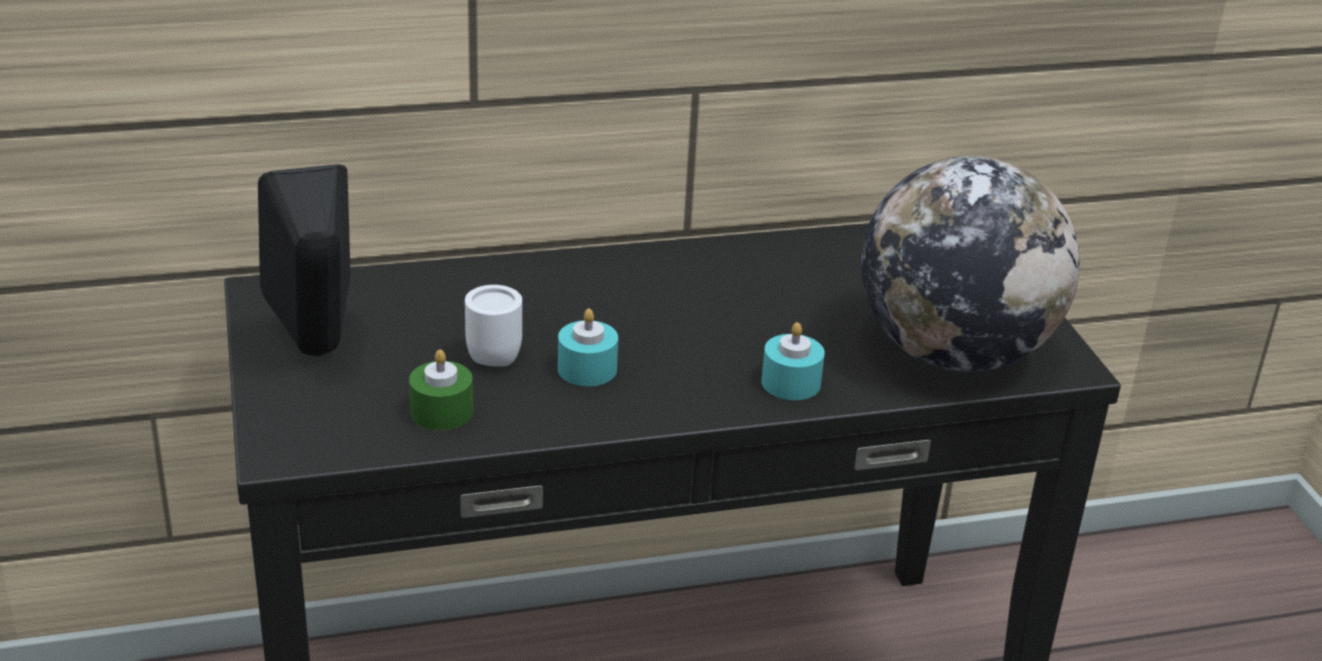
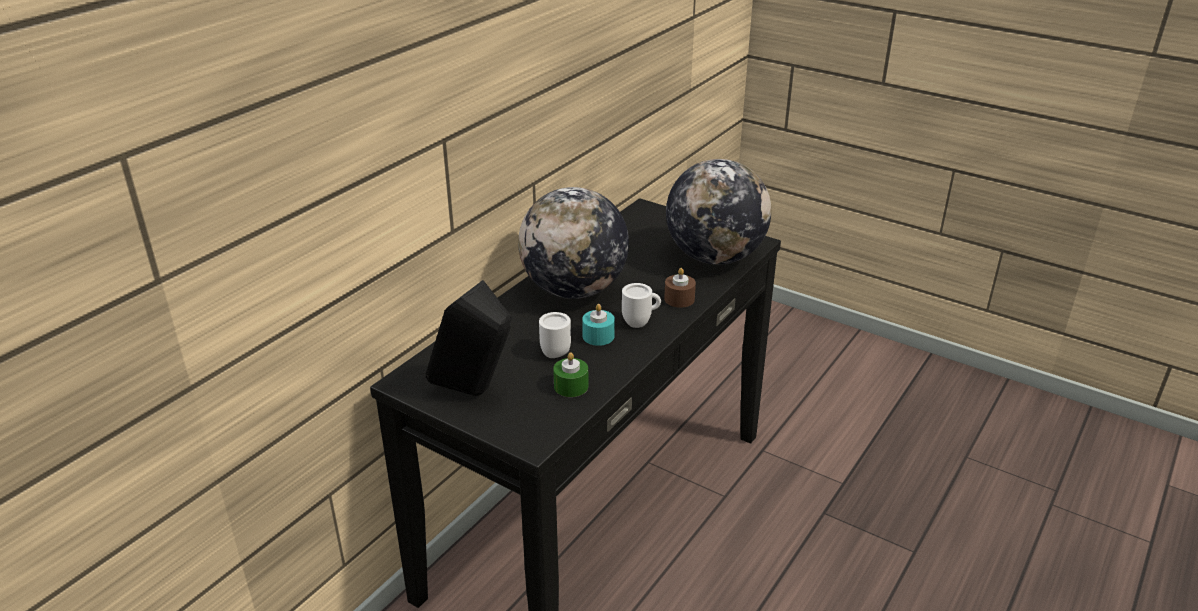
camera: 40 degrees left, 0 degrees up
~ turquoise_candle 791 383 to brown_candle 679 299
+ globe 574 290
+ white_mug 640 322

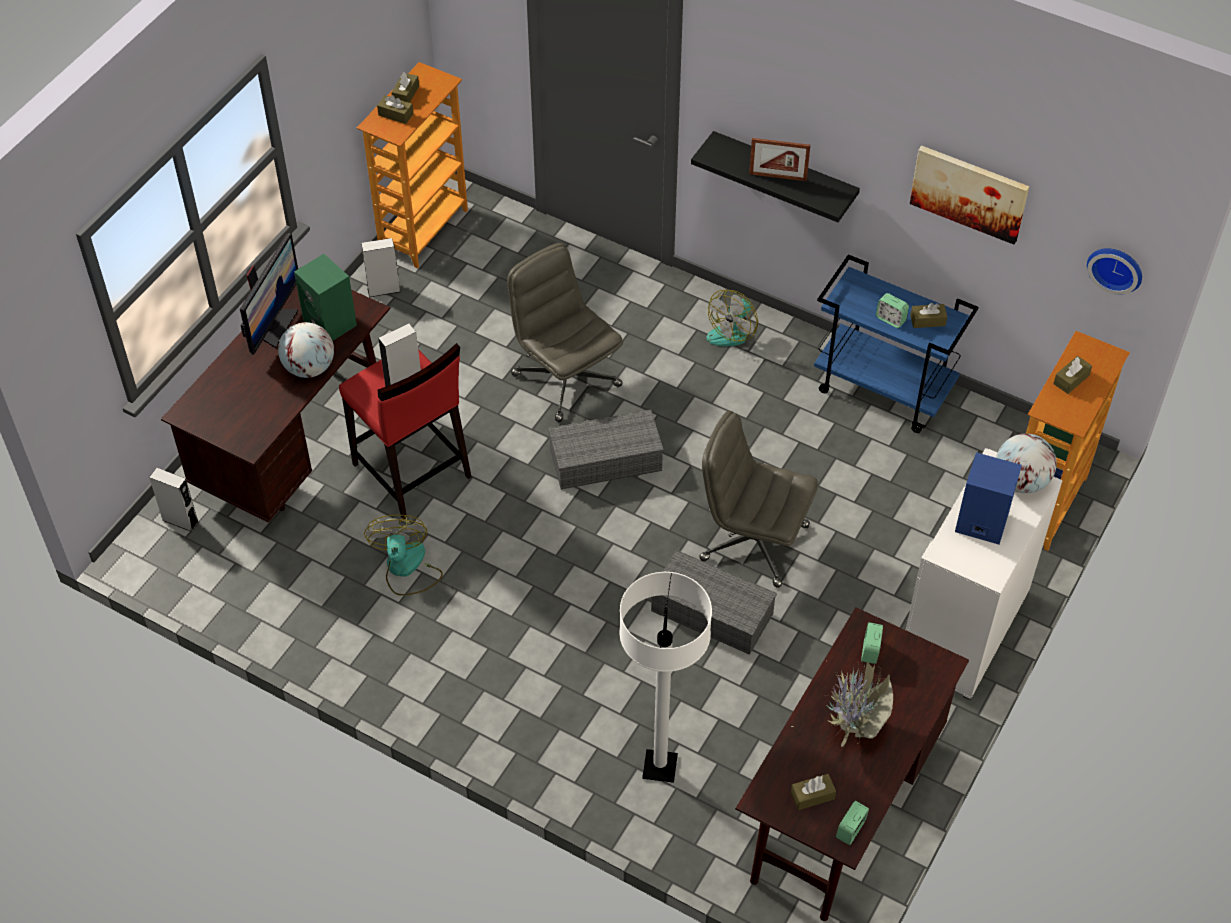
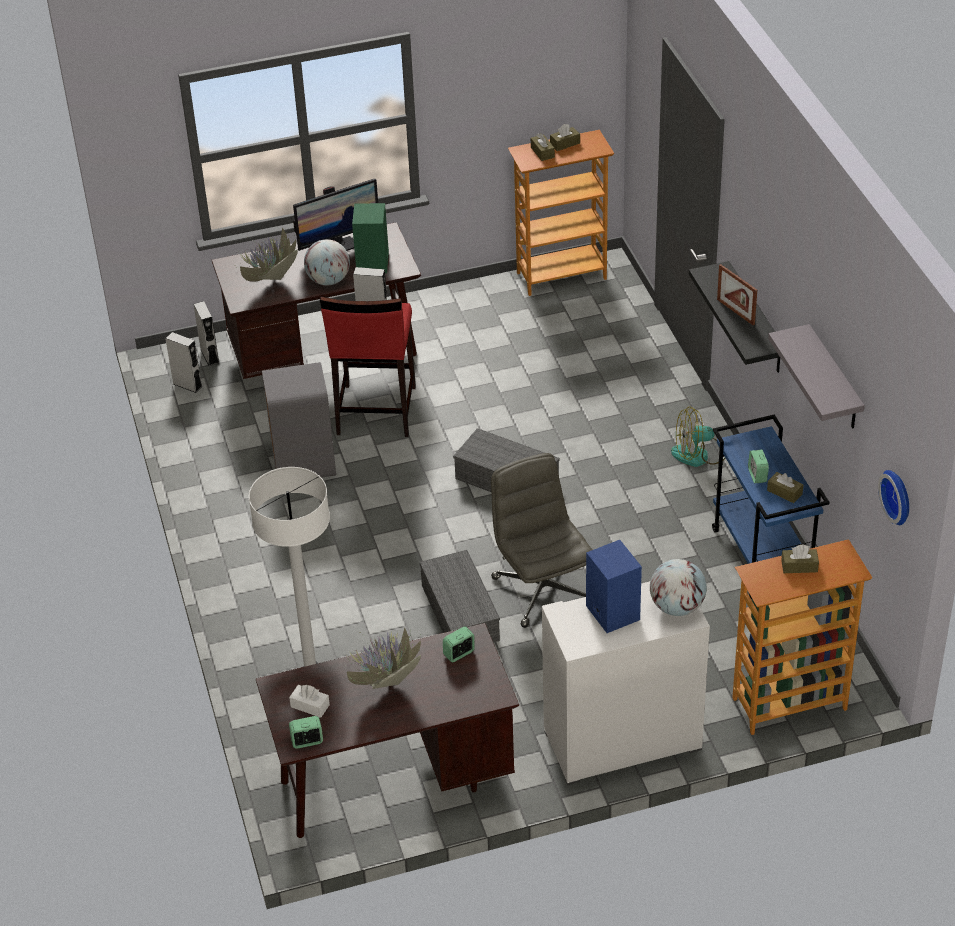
camera: 45 degrees right, 10 degrees down
~ grey_speaker 383 290 to 187 385
~ fan 406 568 to grey_trash_can 303 463
- grey_office_chair 565 379
~ brown_tissue_box 812 796 to white_tissue_box 310 706
~ picture 969 193 to grey_shelf 834 380
+ potted_plant 271 284

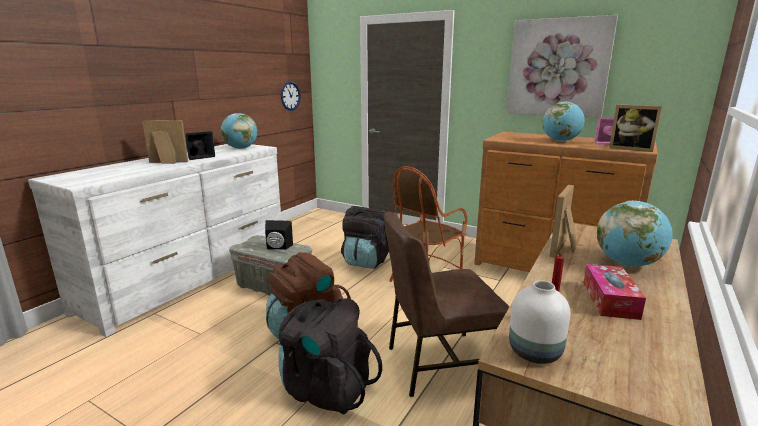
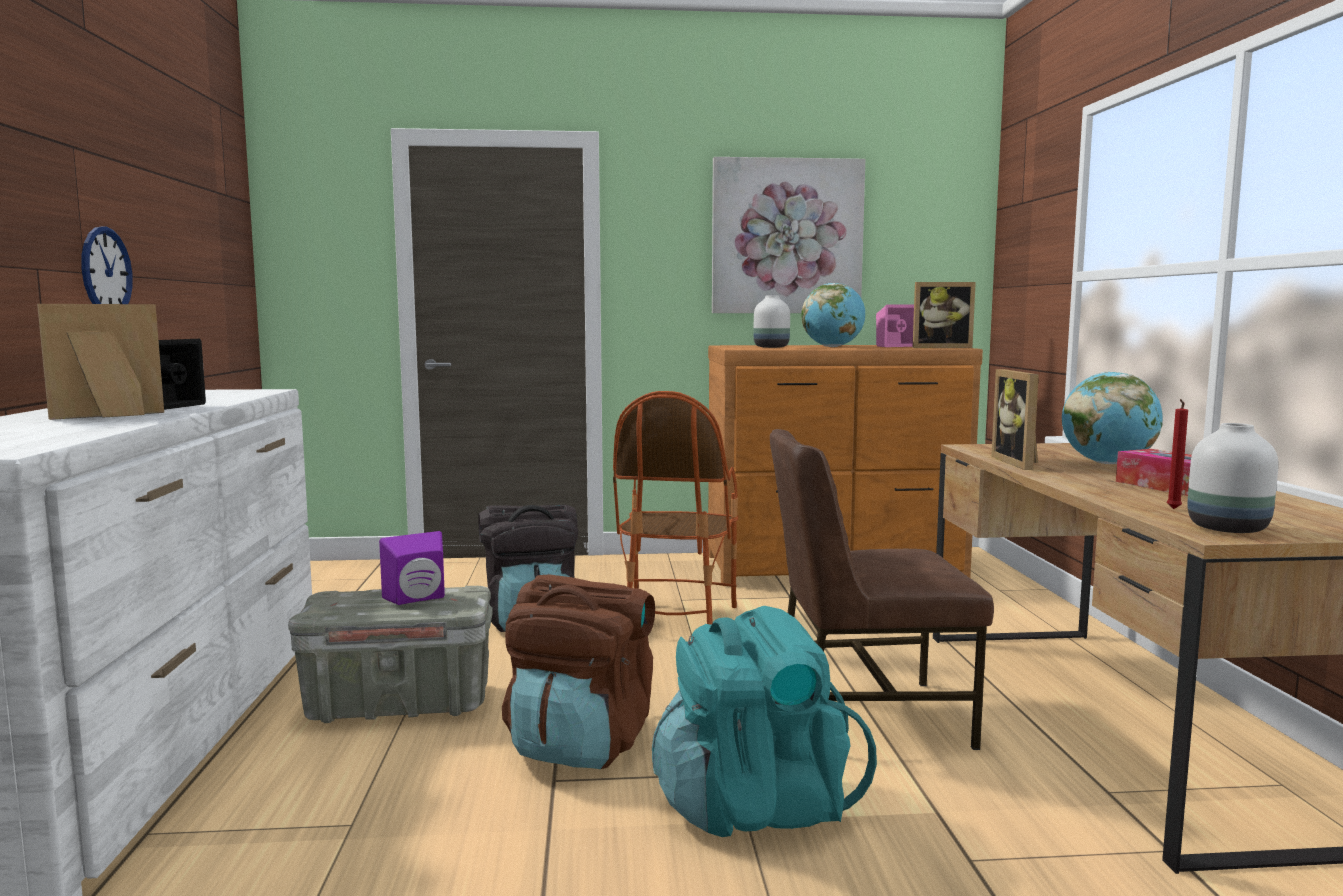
camera: 35 degrees left, 10 degrees down
- globe 241 148
~ black_speaker 278 248 to purple_speaker 418 599
~ black_backpack 326 388 to turquoise_backpack 754 805
~ wall_clock 290 96 to 106 272
~ brown_chair 438 363 = 866 716 45 degrees clockwise
+ white_vase 770 347

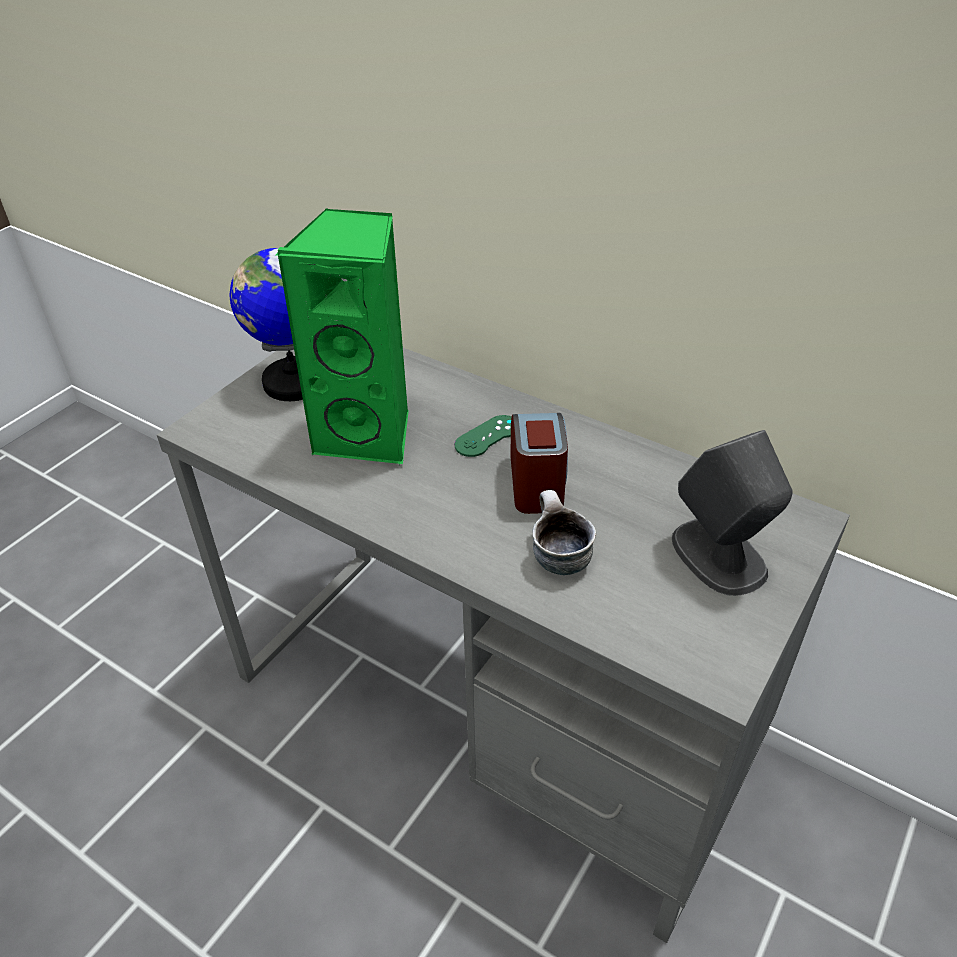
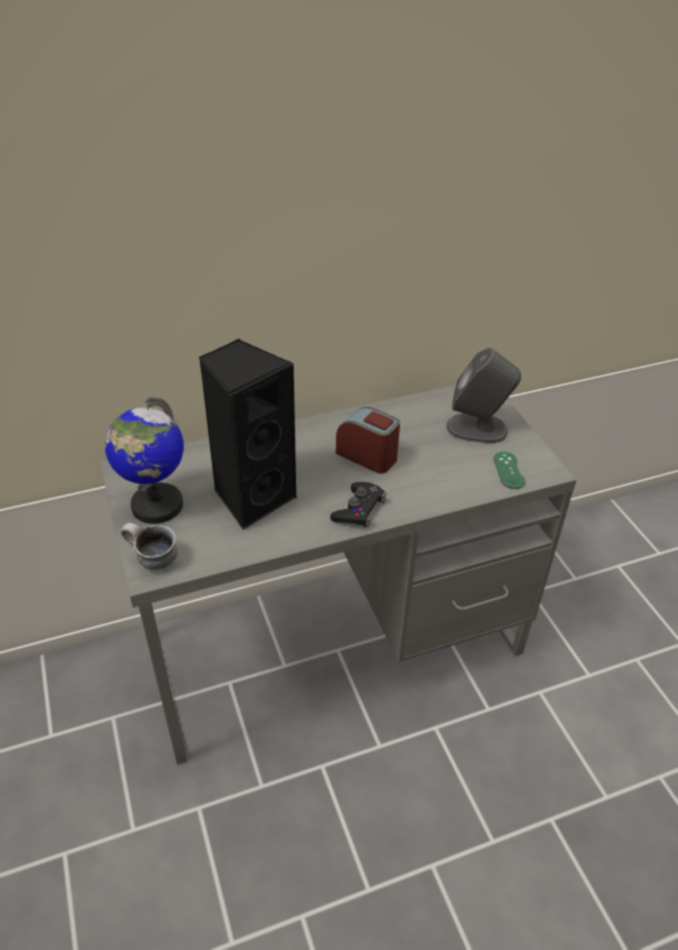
camera: 55 degrees left, 0 degrees up
~ green_speaker 369 434 to black_speaker 252 497
~ green_game_controller 487 436 to 508 470
~ mug 556 556 to 152 560
+ black_game_controller 359 509

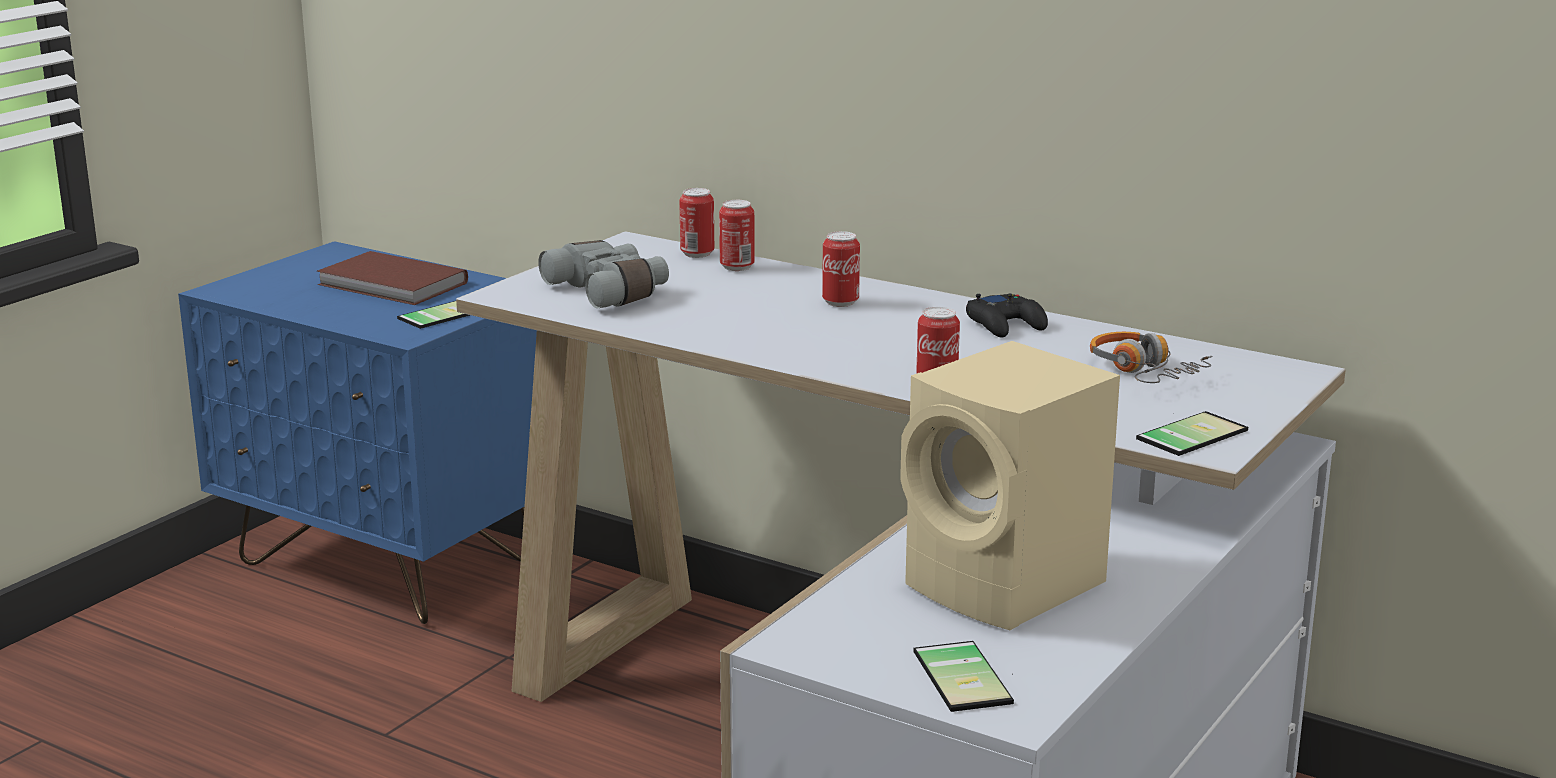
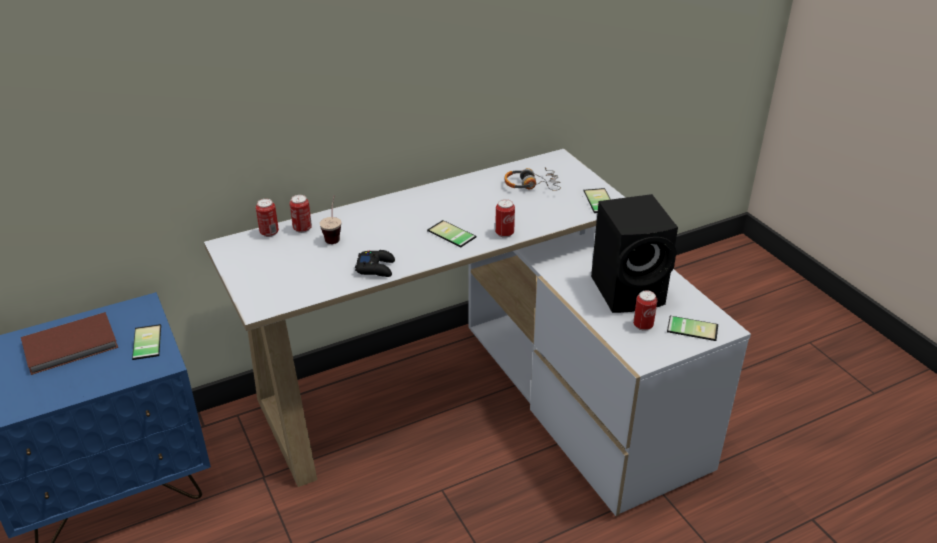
camera: 60 degrees left, 15 degrees up
- grey_binoculars 610 292
~ can 840 302 to 643 325
~ beige_speaker 1008 588 to black_speaker 630 291
~ black_game_controller 1006 325 to 376 268
+ cup 333 235
+ phone 449 235

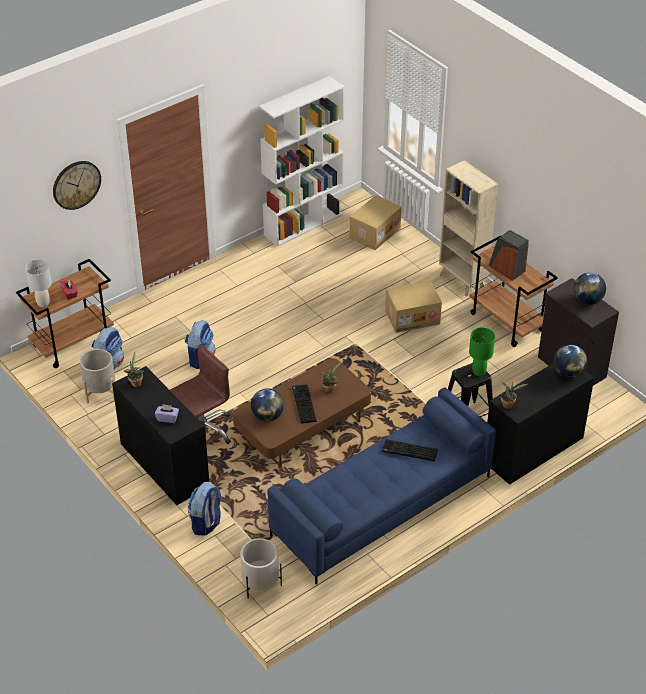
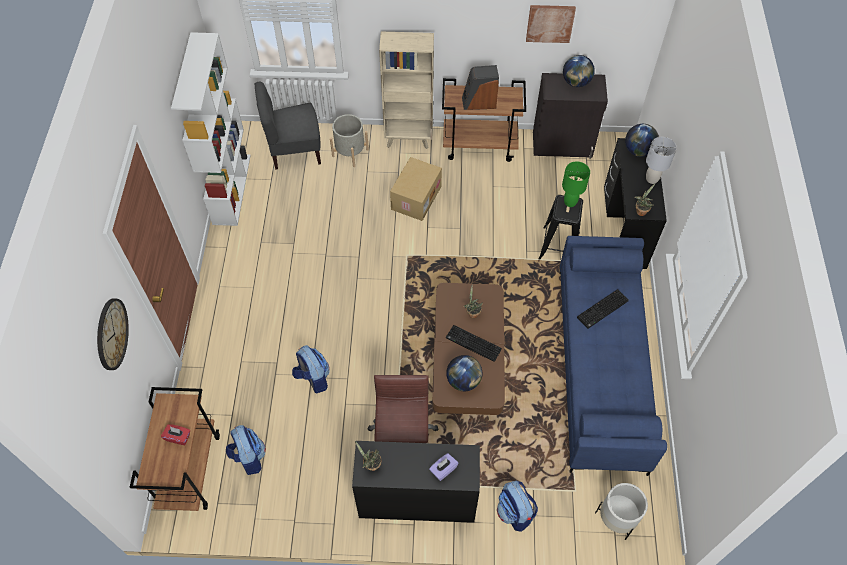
camera: 50 degrees left, 15 degrees up
~ grey_table_lamp 43 303 to 652 179
~ grey_planter 100 391 to 350 153
~ cardboard_box 374 232 to grey_chair 295 151
+ picture 550 23

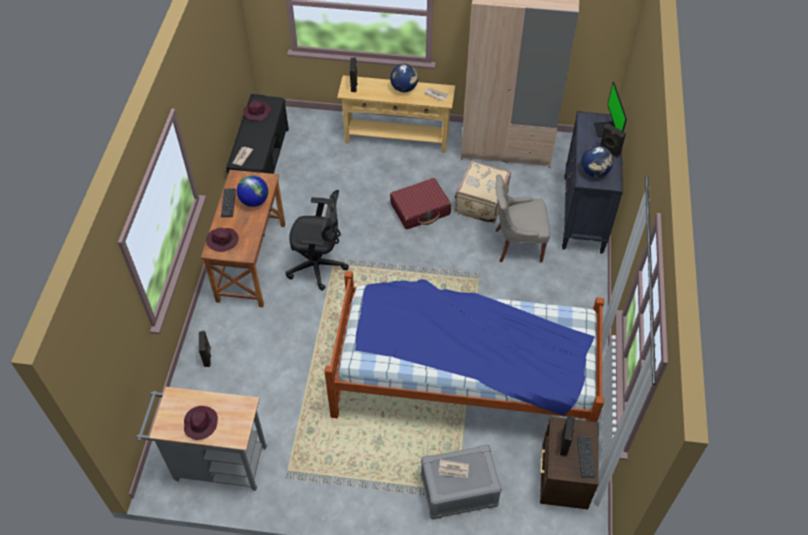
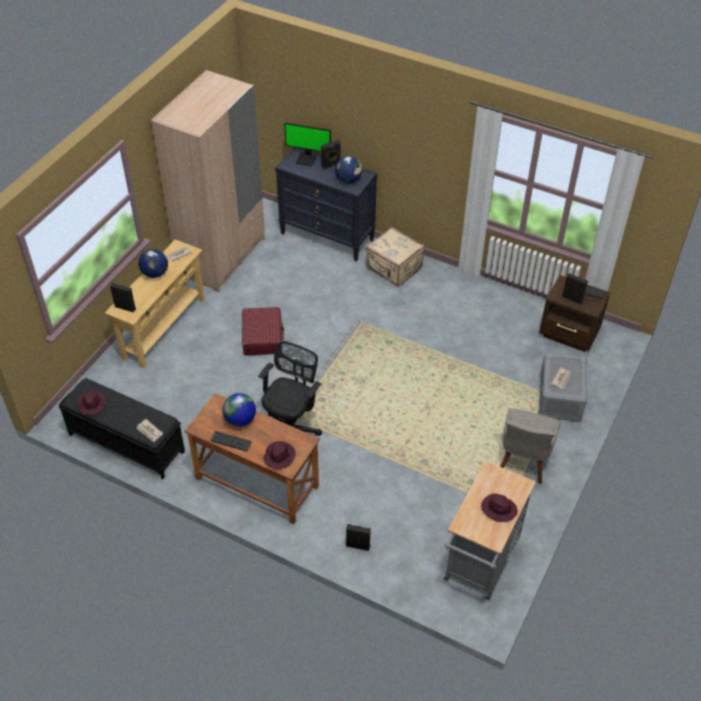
camera: 70 degrees left, 5 degrees down
- bed 463 380
~ beige_suitcase 480 203 to 393 269
~ grey_chair 516 245 to 523 462

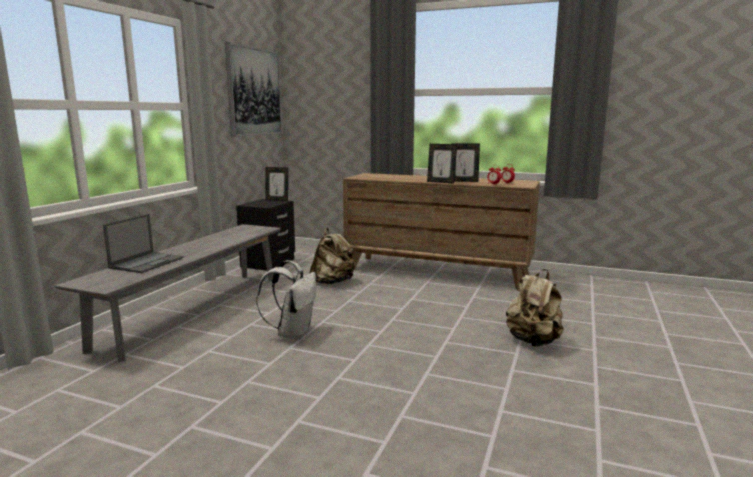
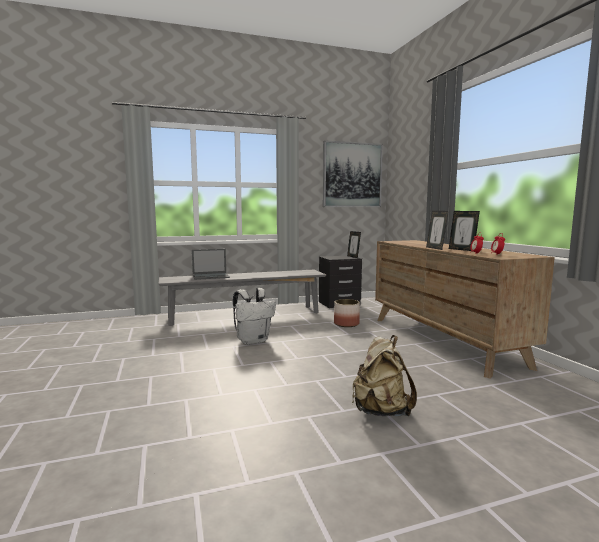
camera: 50 degrees right, 5 degrees down
~ beige_backpack 333 282 to planter 346 324

